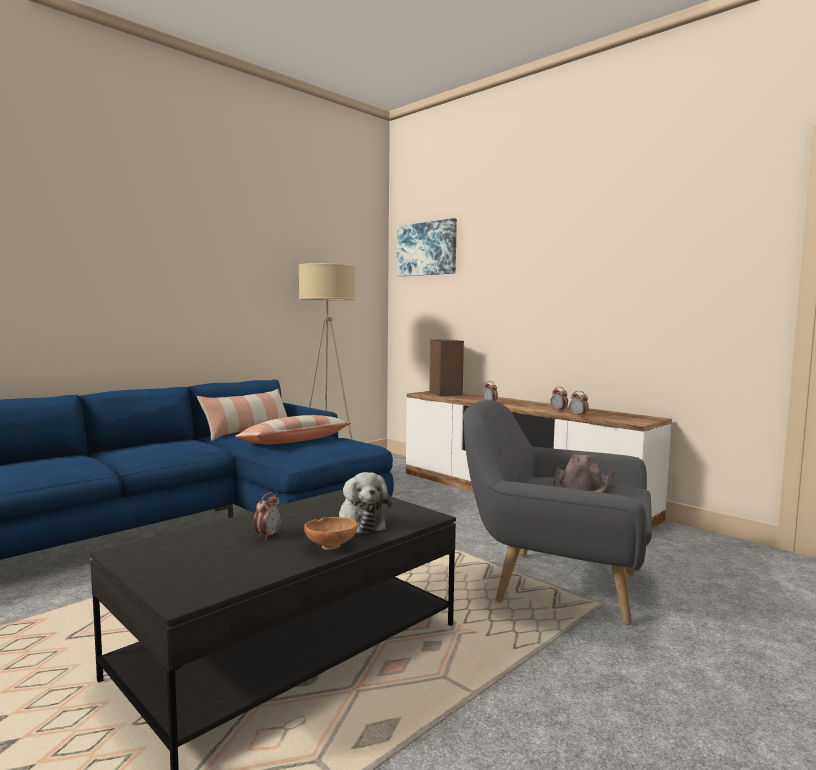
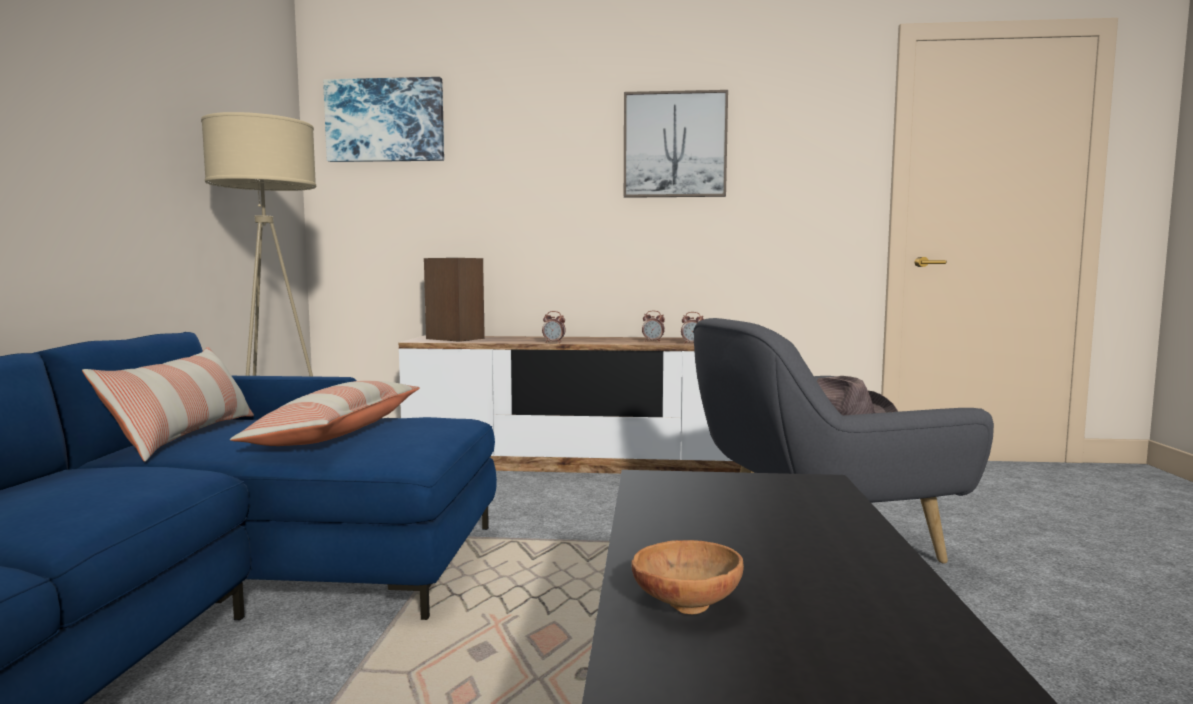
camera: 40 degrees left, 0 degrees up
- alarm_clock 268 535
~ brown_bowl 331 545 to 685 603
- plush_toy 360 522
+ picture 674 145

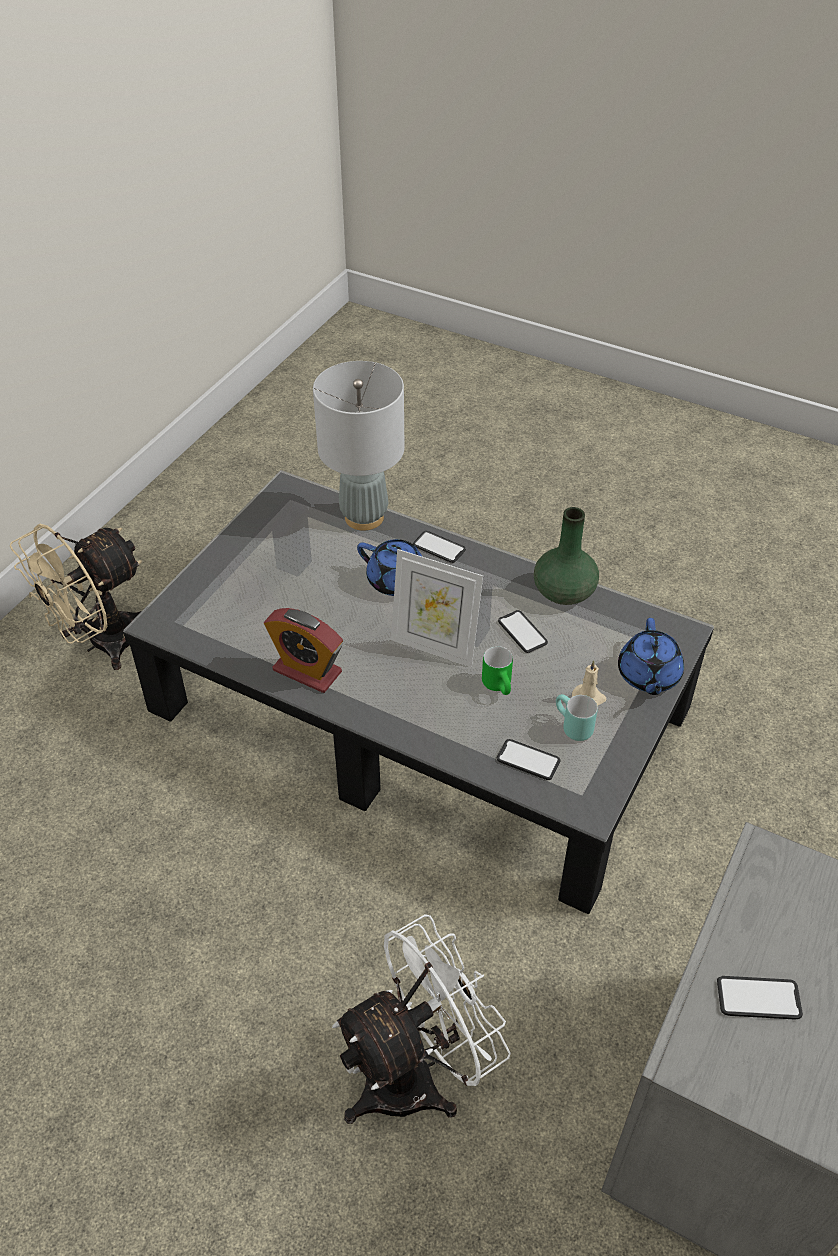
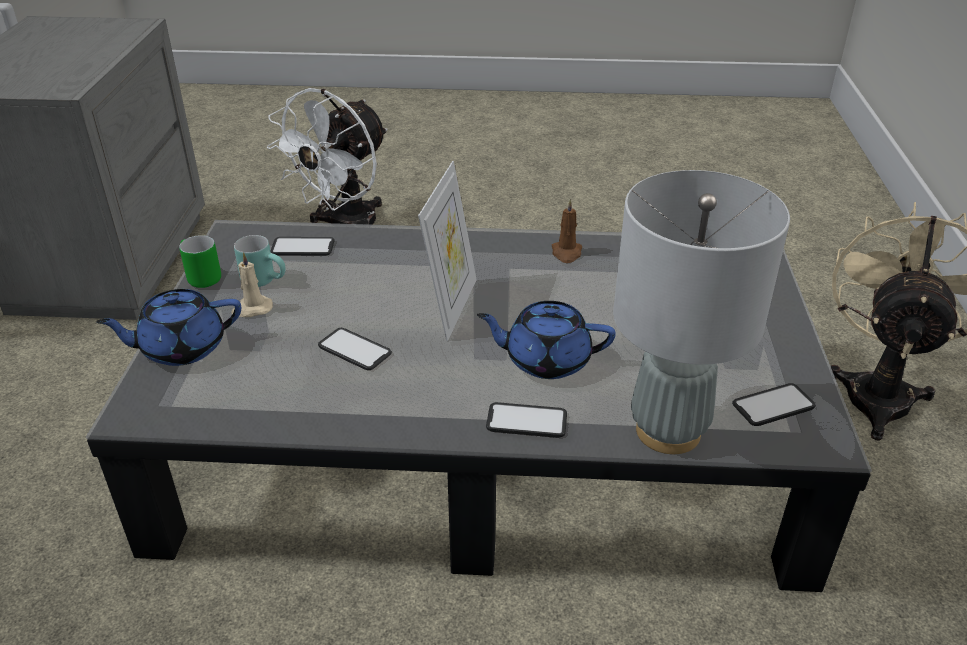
camera: 155 degrees right, 10 degrees down
~ alarm_clock 307 671 to brown_candle 566 253
~ picture_frame 434 647 = 451 307 105 degrees clockwise
~ green_mug 500 686 to 198 278
- green_vase 563 592
~ blue_teapot 648 676 = 181 348 90 degrees counterclockwise
~ phone 758 998 to 773 406

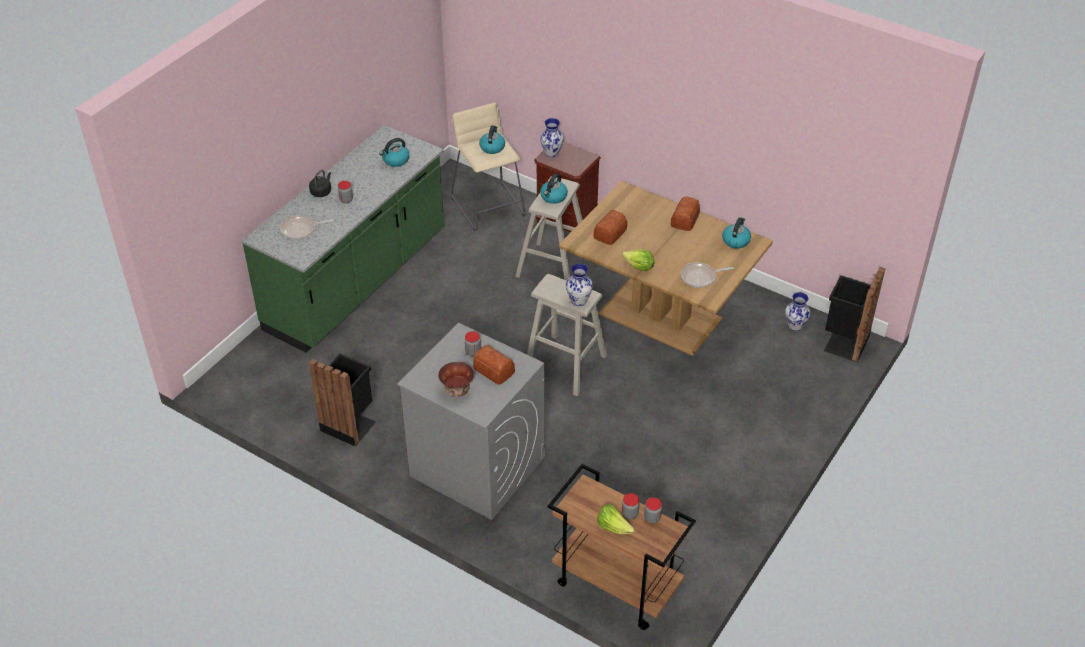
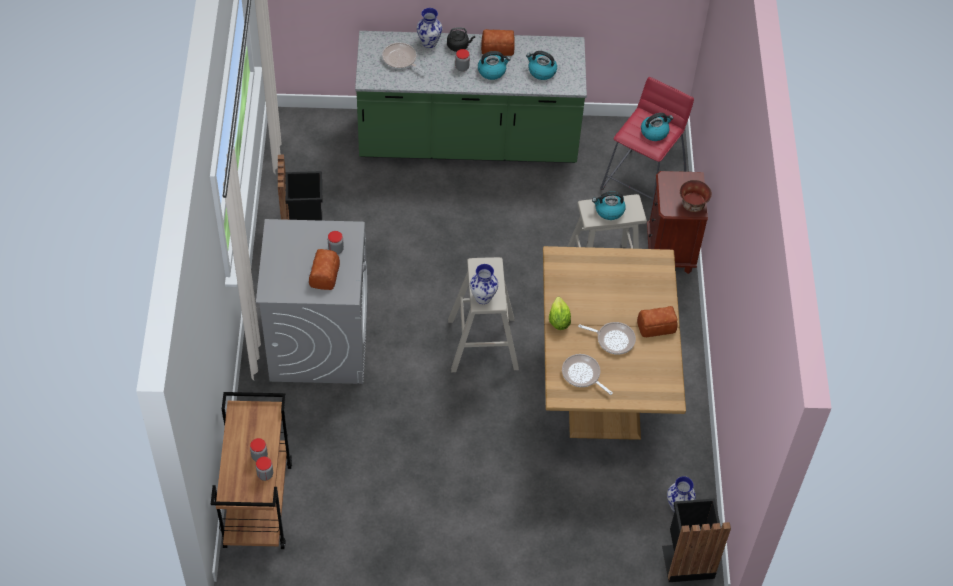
camera: 55 degrees right, 10 degrees up
~ bowl 457 390 to 693 205
~ beige_stool 488 206 to red_stool 642 182
~ vase 551 153 to 429 42
~ bread 609 233 to 497 47
- lettuce 614 527
~ kettle 736 240 to 492 71
+ frying_pan 613 339

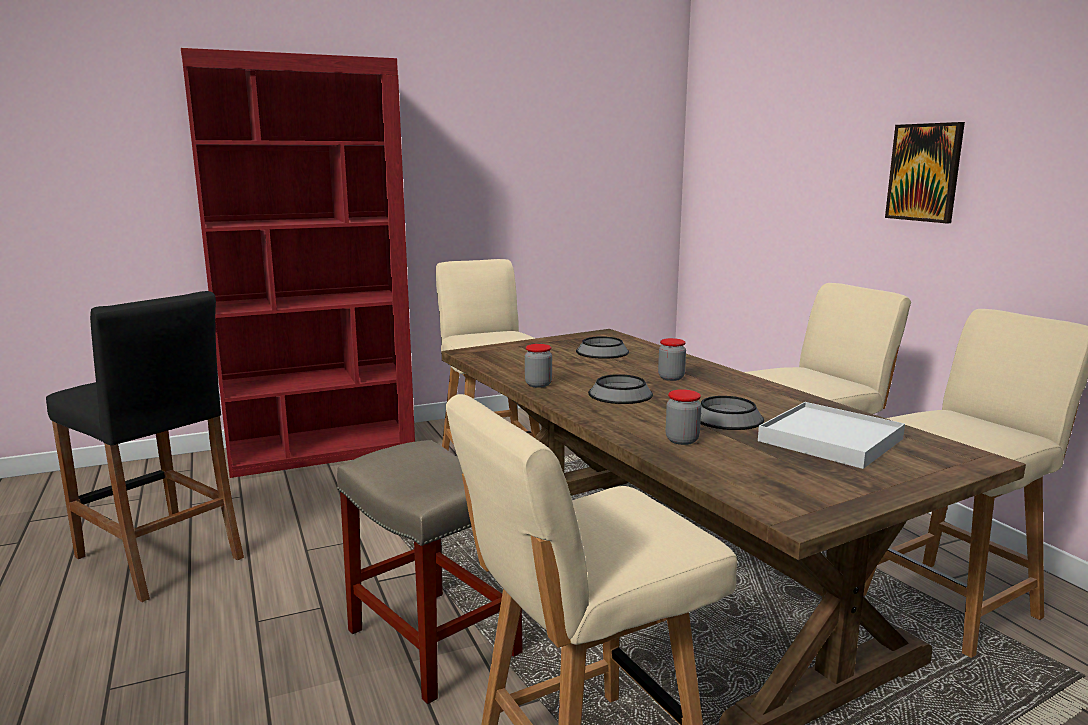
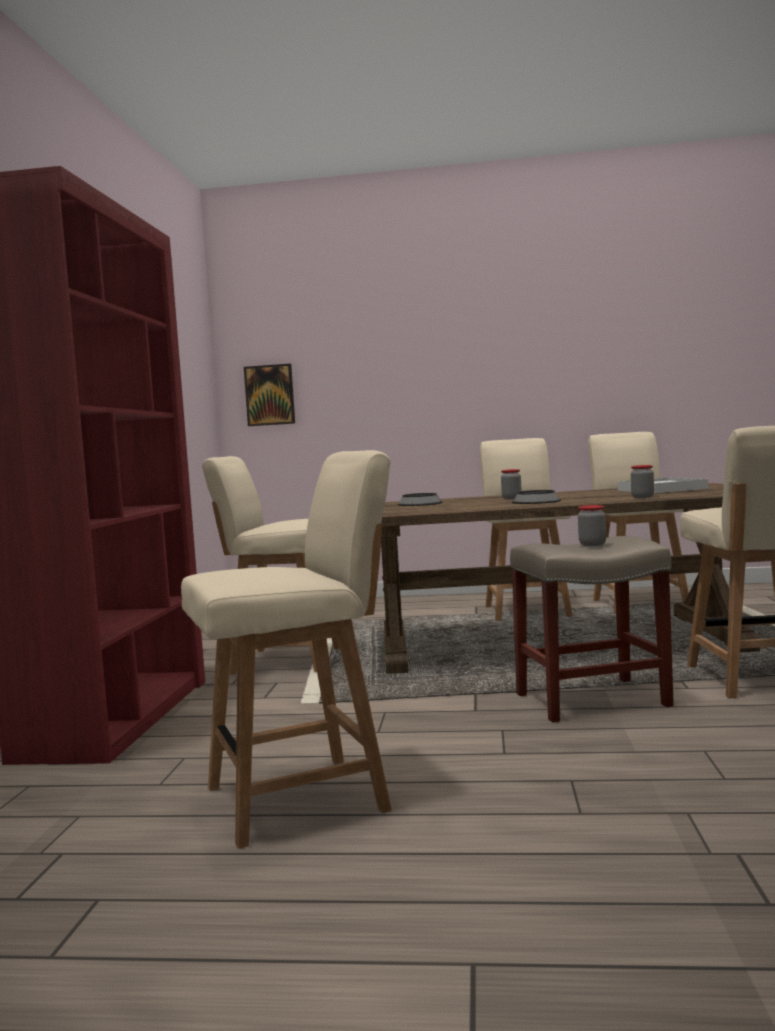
camera: 60 degrees left, 10 degrees down
~ black_stool 160 557 to beige_chair 301 798
~ jar 538 384 to 592 544
- bowl 727 418
~ picture 924 172 to 270 395

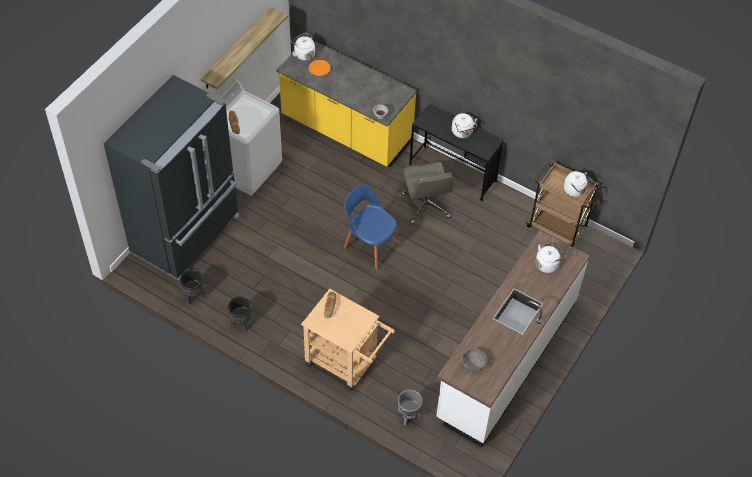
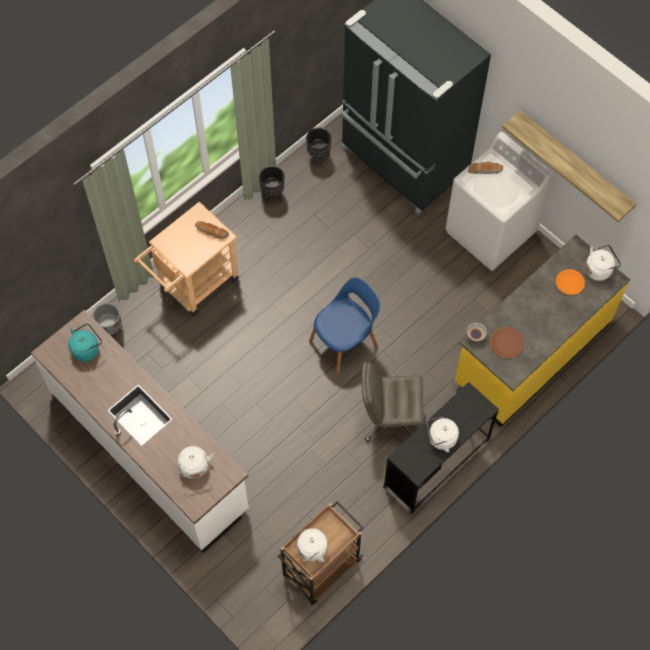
camera: 105 degrees right, 10 degrees up
~ grey_bowl 473 363 to turquoise_kettle 87 349
+ brown_plate 506 343

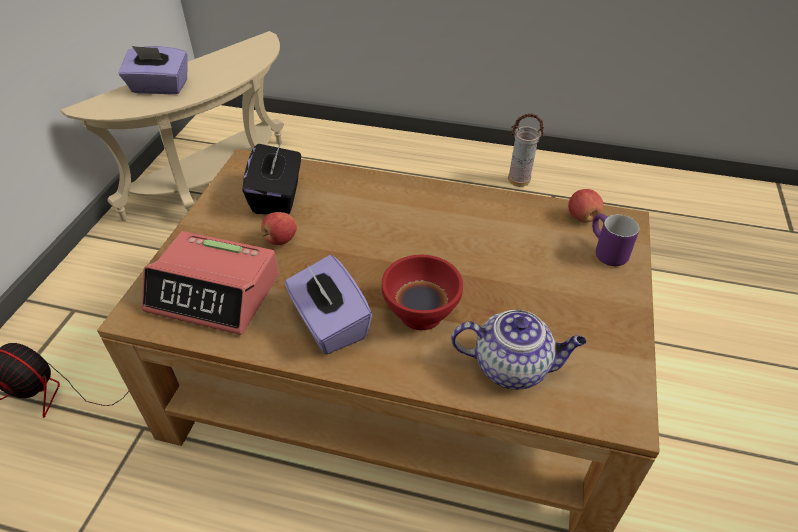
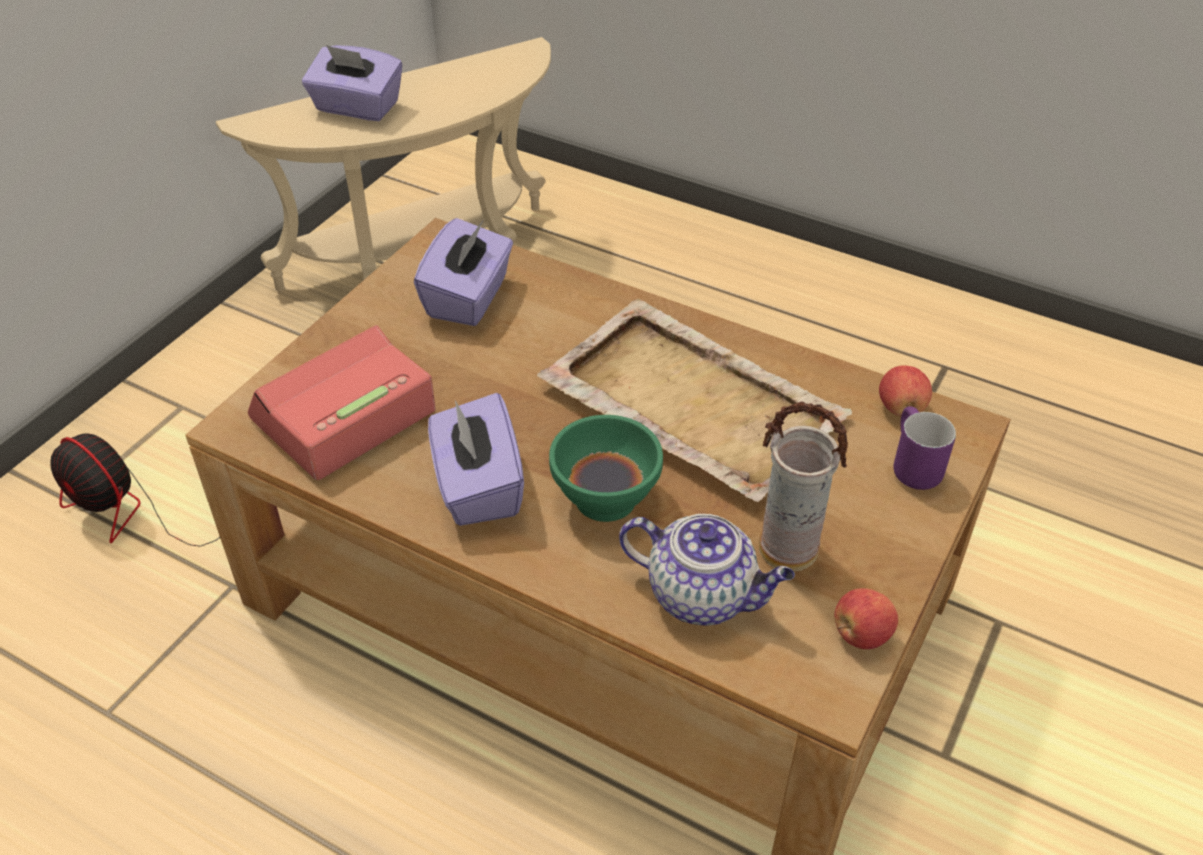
camera: 15 degrees right, 0 degrees up
~ alarm_clock 215 293 = 343 416 105 degrees clockwise
~ black_tissue_box 277 197 to purple_tissue_box 469 298
~ apple 280 240 to 860 635
~ red_bowl 422 314 to green_bowl 606 500
~ vase 519 181 to 787 551
+ beige_tray 689 402

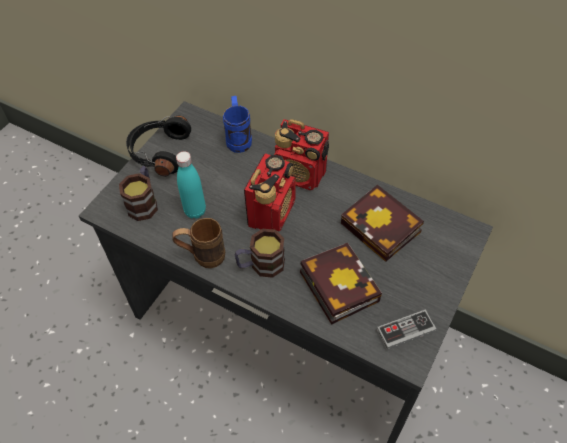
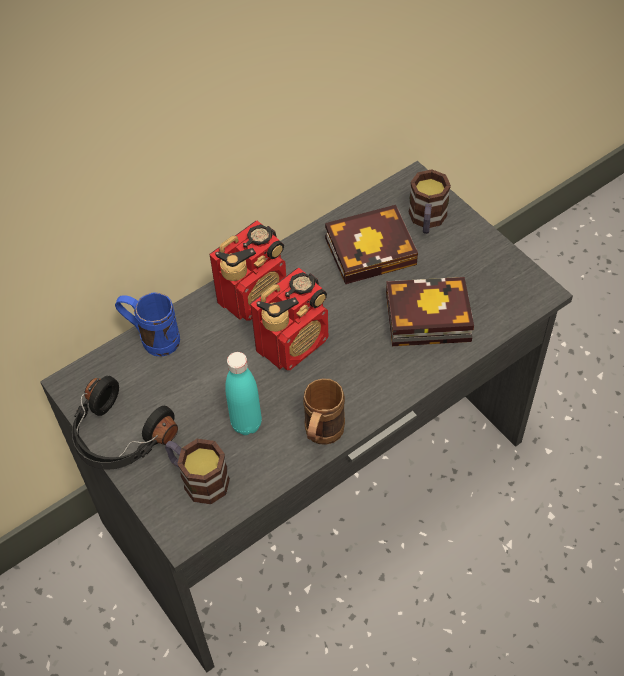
camera: 65 degrees left, 0 degrees up
~ mug 261 265 to 427 220
~ radio 272 212 = 293 344 90 degrees clockwise
- game_controller 405 331

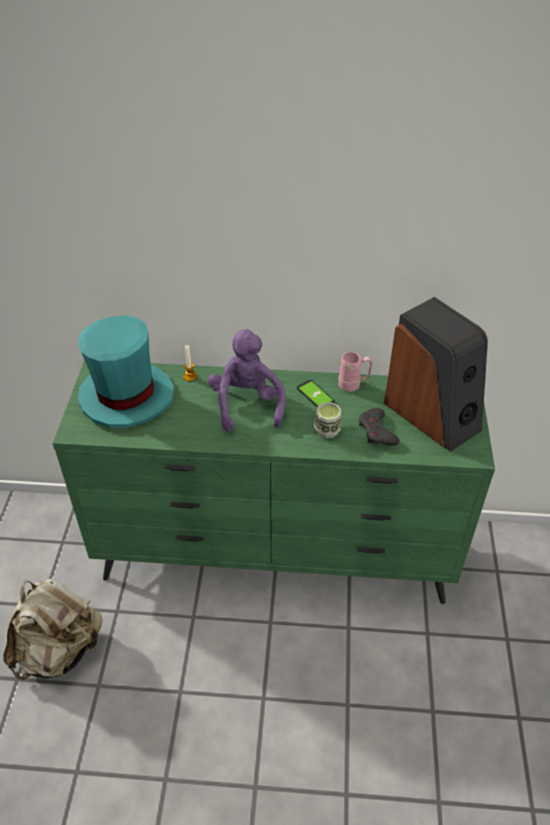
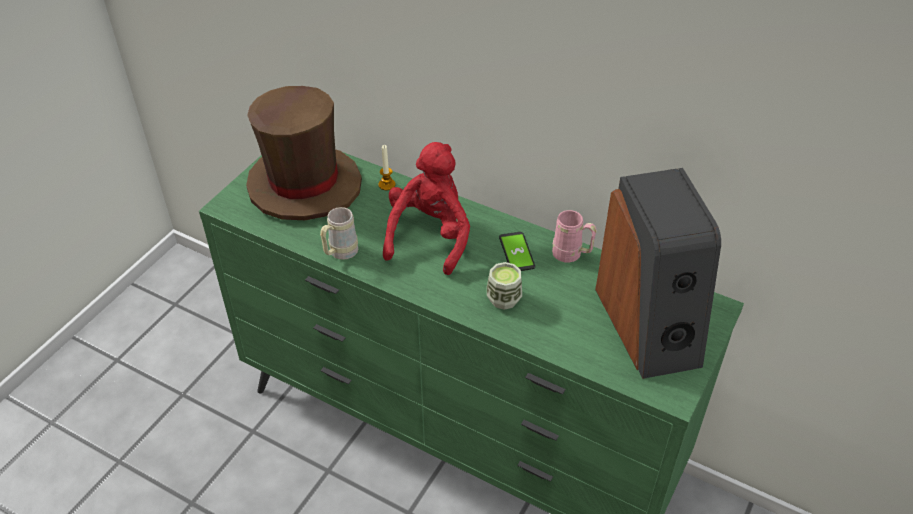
camera: 25 degrees right, 0 degrees up
- beige_backpack 60 650
~ turquoise_hat 126 397 to brown_hat 304 185
~ purple_plush_toy 246 404 to red_plush_toy 429 236
- grey_game_controller 377 431
+ beige_mug 339 254

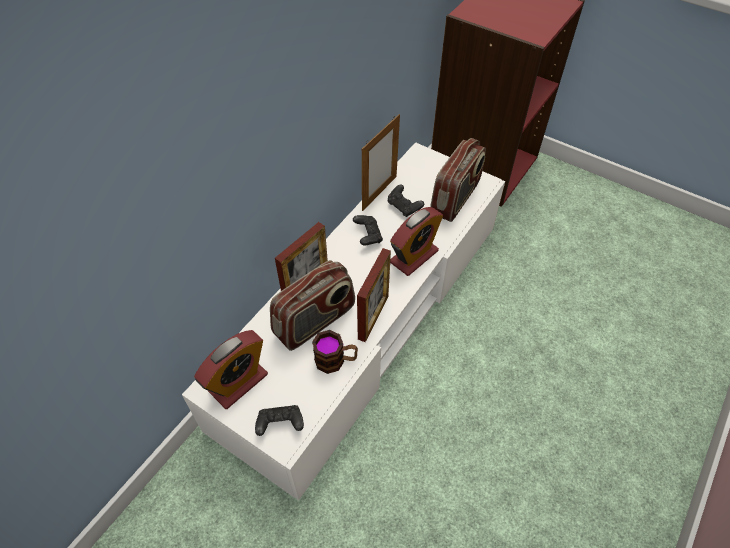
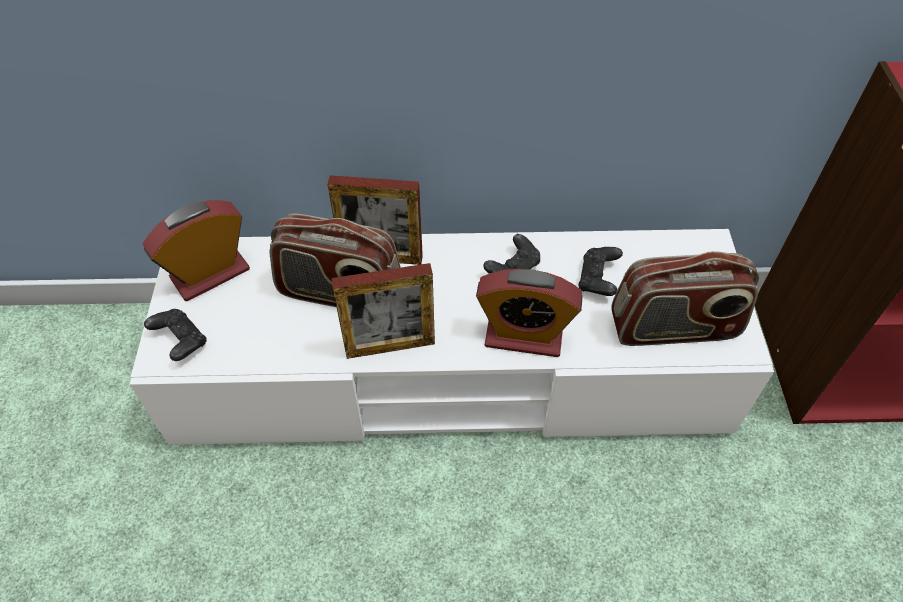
camera: 55 degrees right, 0 degrees up
~ alarm_clock 238 382 = 210 274 135 degrees clockwise
- mug 336 360
- picture_frame 379 193

